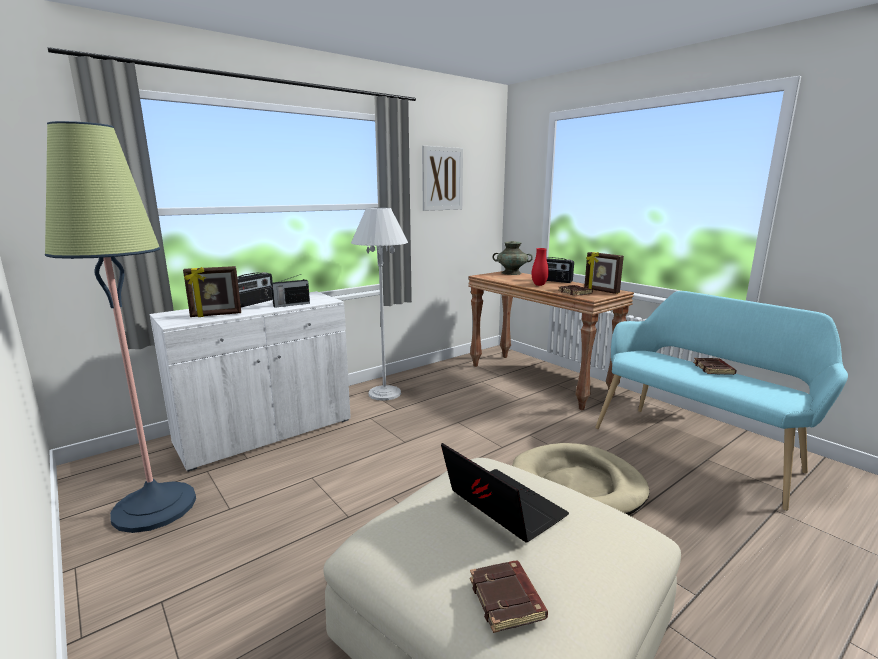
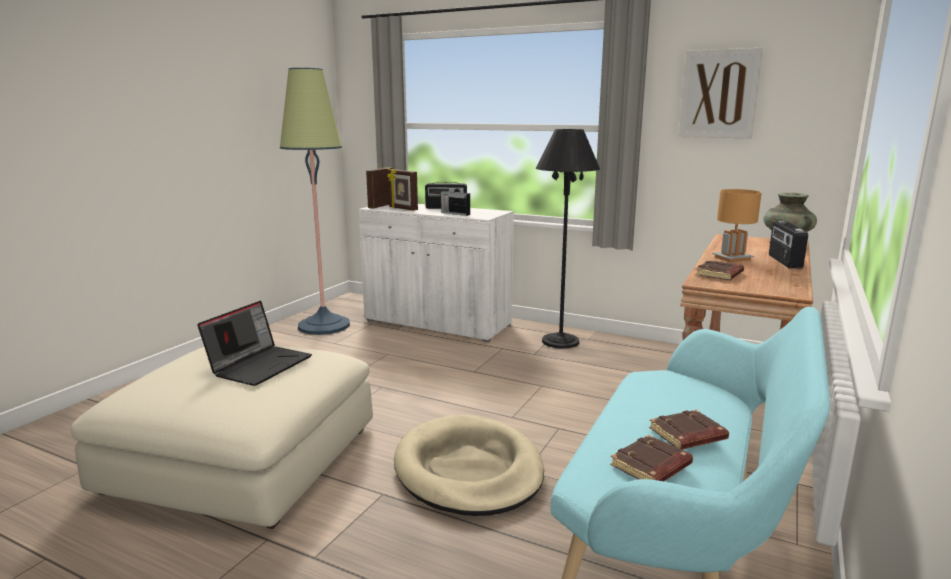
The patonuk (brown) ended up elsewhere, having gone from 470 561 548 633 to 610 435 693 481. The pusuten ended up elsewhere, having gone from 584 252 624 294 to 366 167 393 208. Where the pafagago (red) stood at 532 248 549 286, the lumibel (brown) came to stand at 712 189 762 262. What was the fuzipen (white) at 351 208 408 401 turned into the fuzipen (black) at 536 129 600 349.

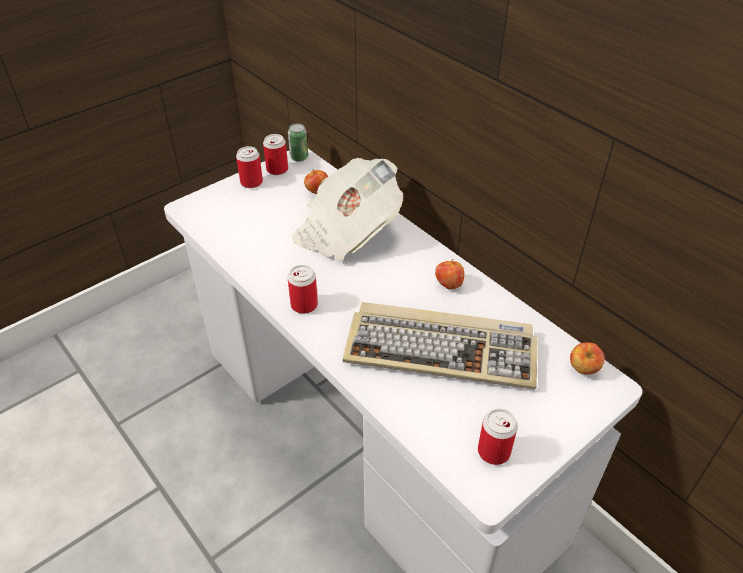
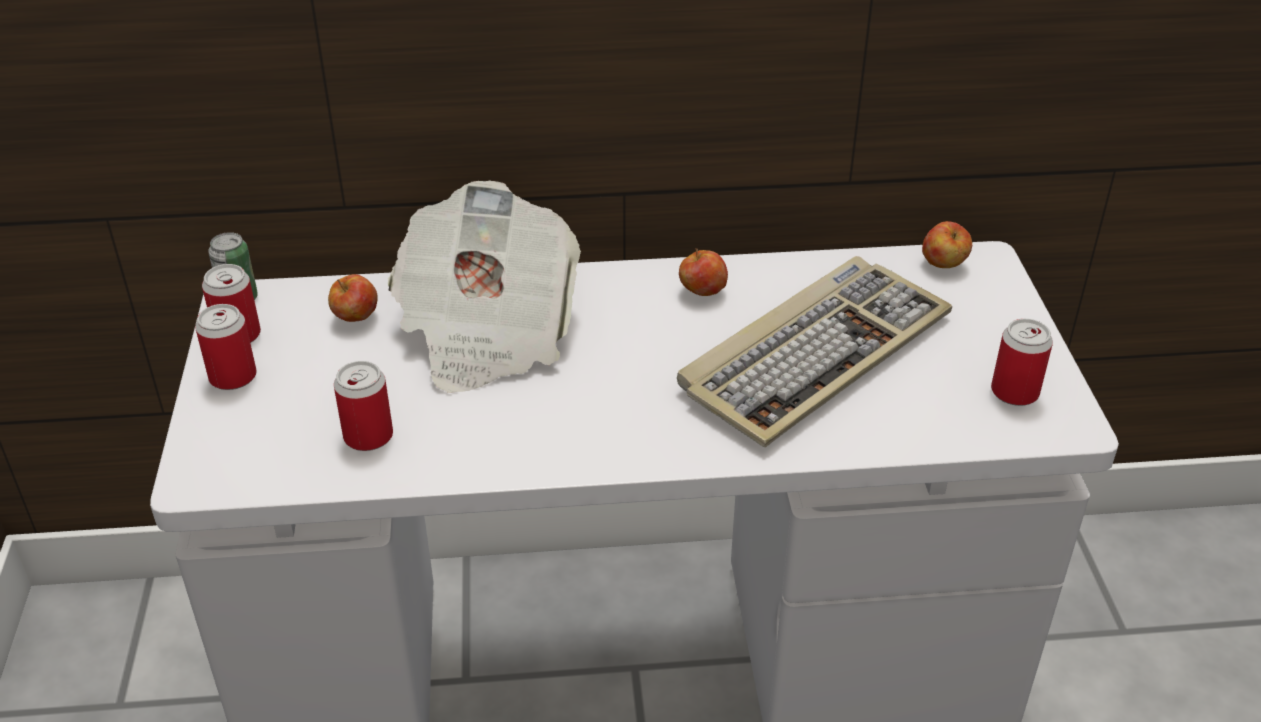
The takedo ended up elsewhere, having gone from 287 265 318 314 to 334 361 393 451.

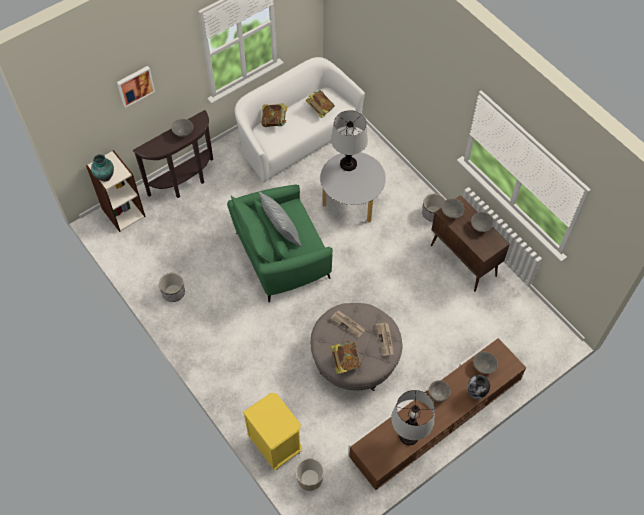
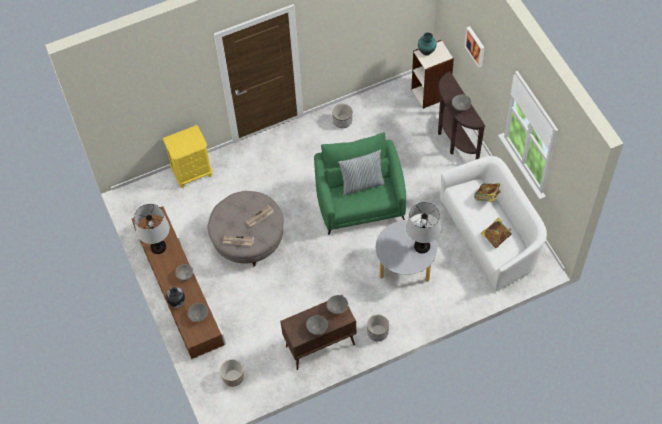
The second view lost the patonuk at 330 340 361 374. The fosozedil ended up elsewhere, having gone from 296 458 324 491 to 220 359 244 387.

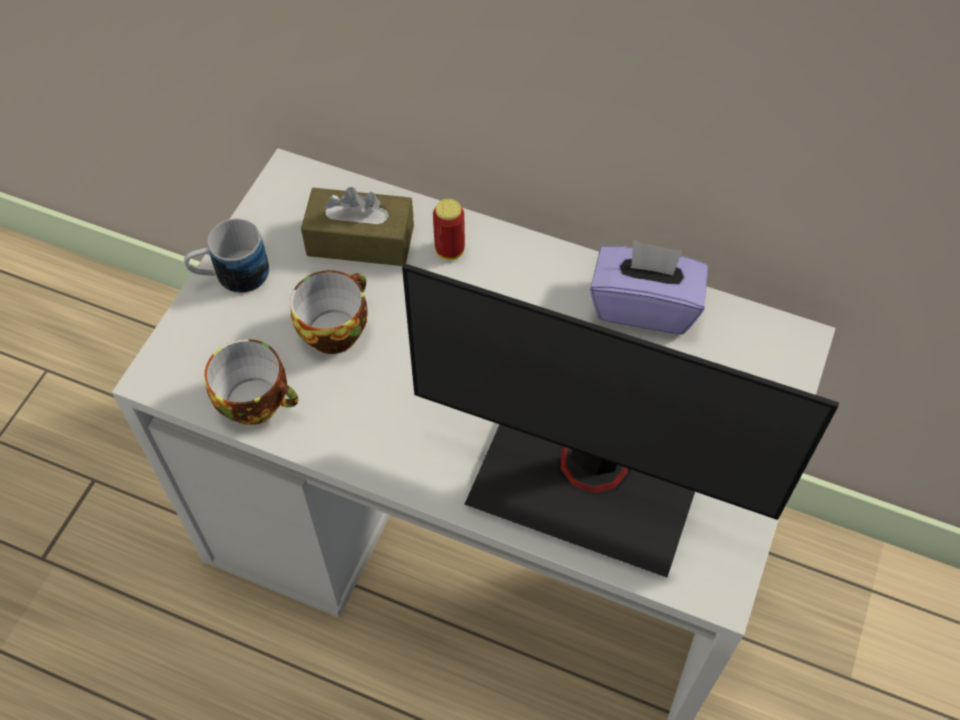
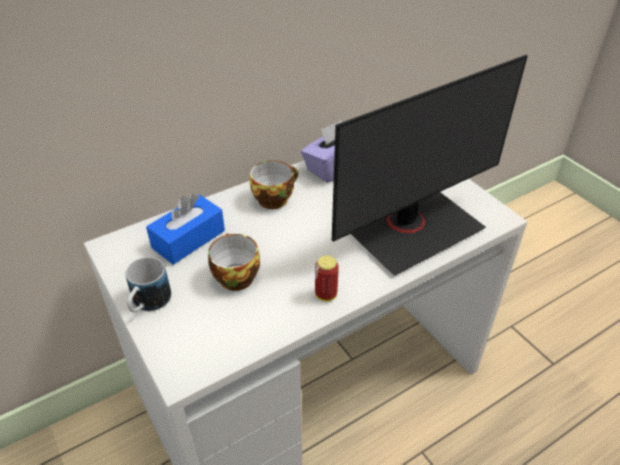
The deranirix ended up elsewhere, having gone from 204 339 298 425 to 250 160 298 209. The takedo ended up elsewhere, having gone from 433 199 465 260 to 315 255 339 301. What was the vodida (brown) at 301 187 414 266 turned into the vodida (blue) at 146 193 225 265.

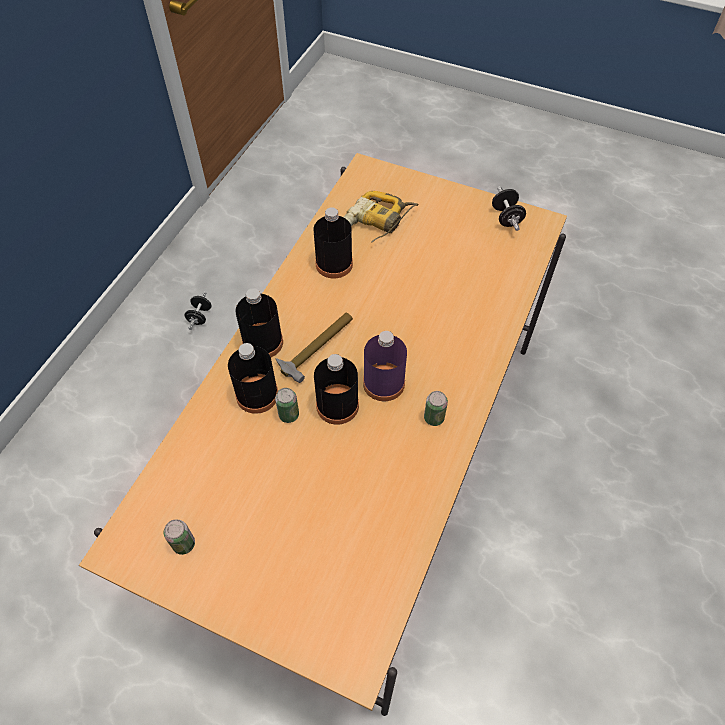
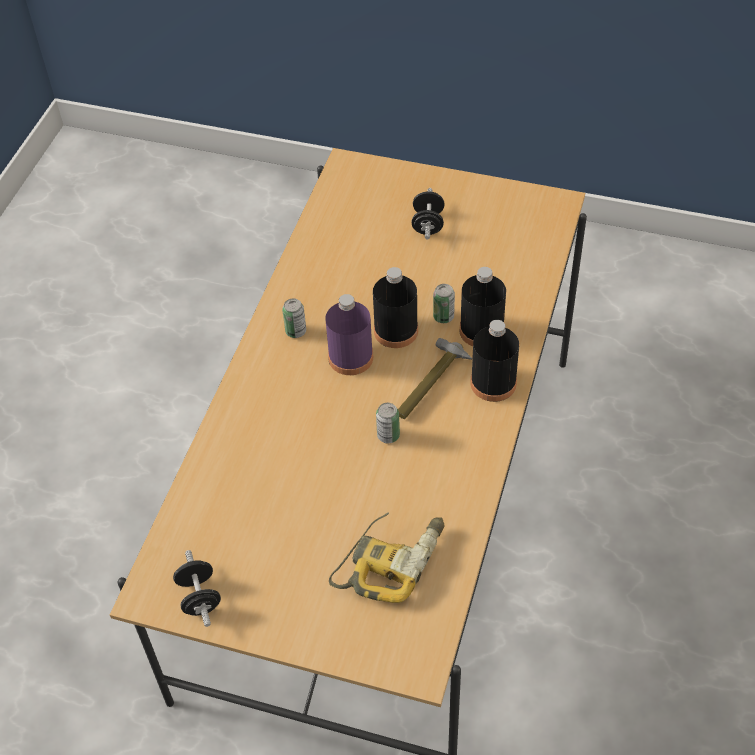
The second view lost the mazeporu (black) at 314 207 353 279. The takedo ended up elsewhere, having gone from 164 520 195 555 to 376 403 400 443. The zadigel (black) ended up elsewhere, having gone from 185 292 212 330 to 411 188 445 239.

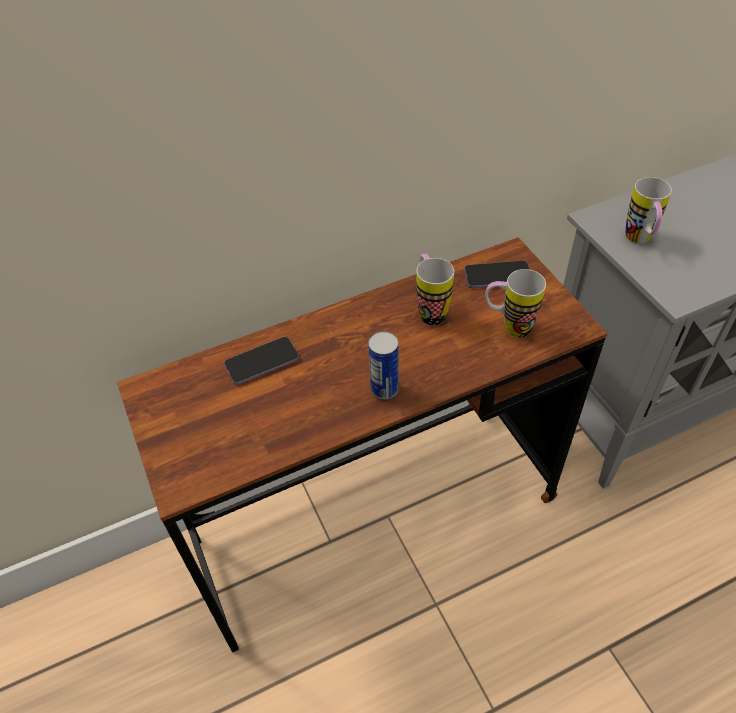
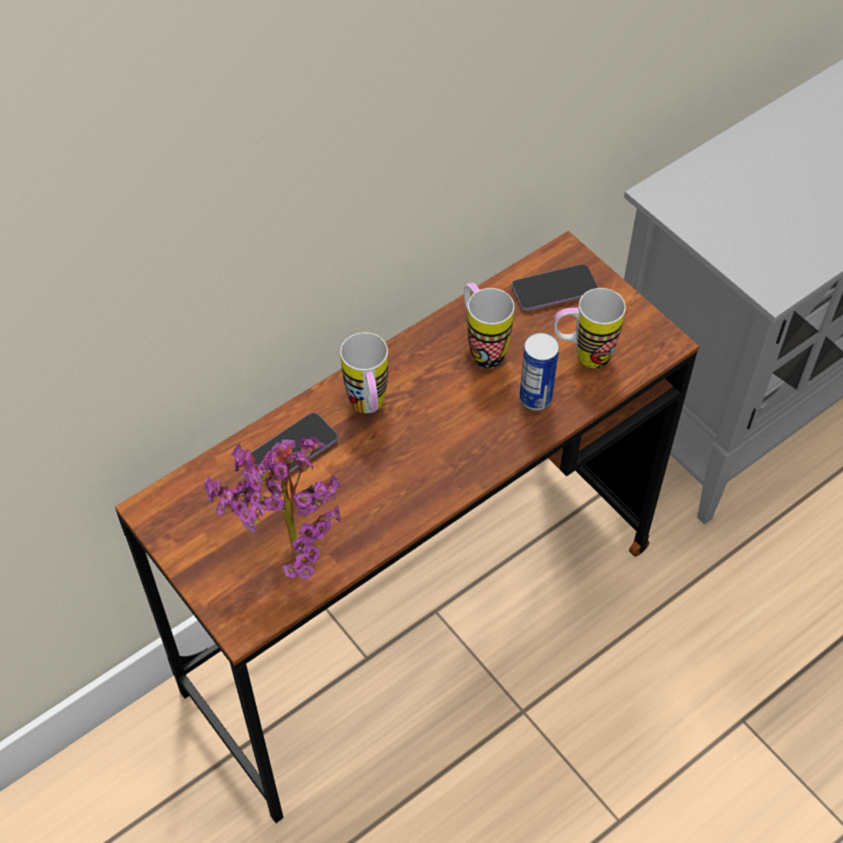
The second view gained the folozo at 204 437 341 580. The takedo ended up elsewhere, having gone from 368 331 398 400 to 519 333 559 411. The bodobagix ended up elsewhere, having gone from 626 177 672 244 to 340 332 388 413.

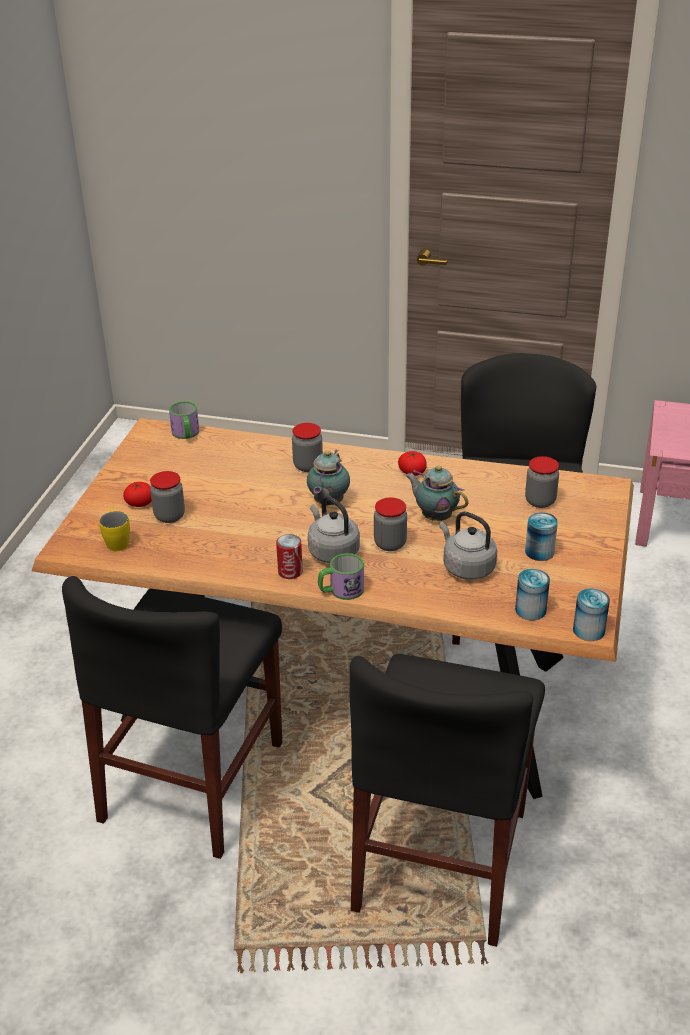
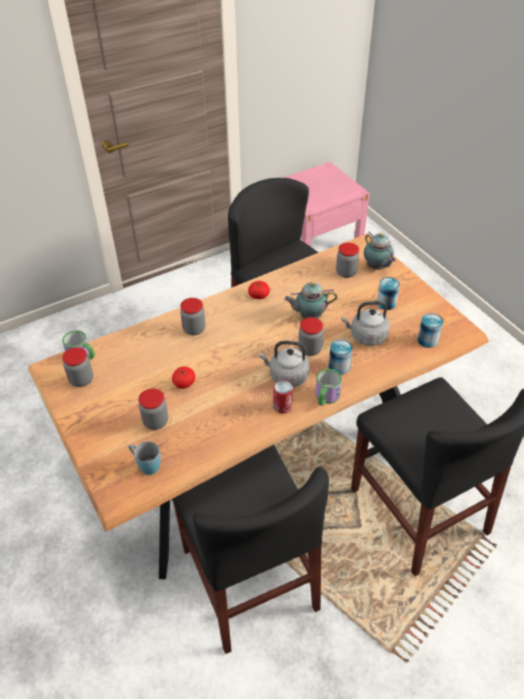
The second view gained the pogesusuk at 62 347 93 387. The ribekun ended up elsewhere, having gone from 123 482 152 507 to 172 367 195 389. The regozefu ended up elsewhere, having gone from 307 450 350 505 to 364 232 396 270. The takedo ended up elsewhere, having gone from 573 588 610 641 to 329 339 352 375. What was the bodobagix (yellow) at 99 509 130 551 turned into the bodobagix (blue) at 129 441 161 475.

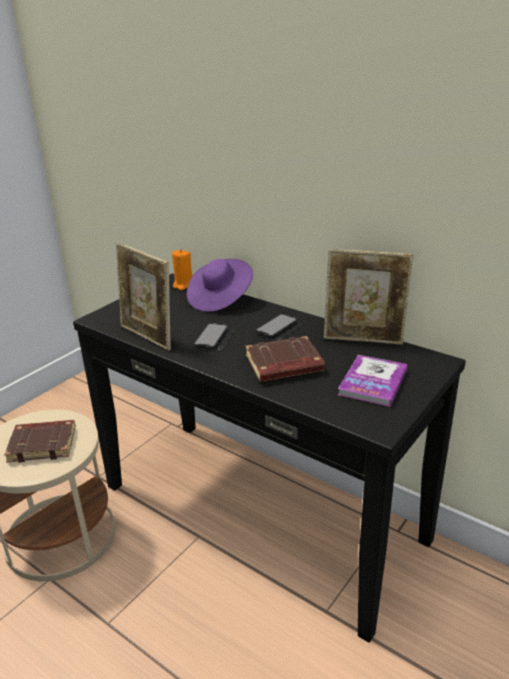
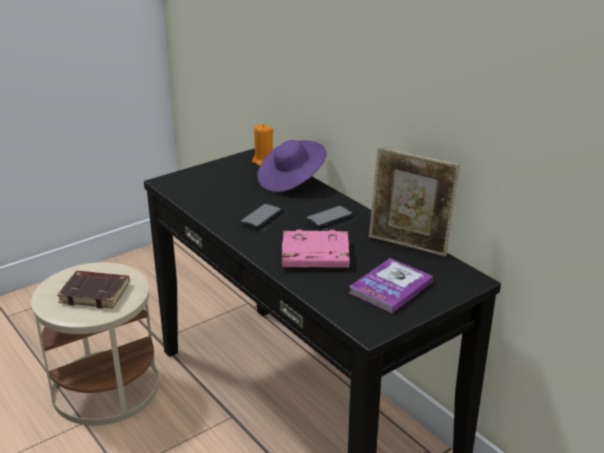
The second view lost the pusuten at 116 242 171 351. What was the patonuk (brown) at 245 336 325 382 turned into the patonuk (pink) at 282 230 349 268.

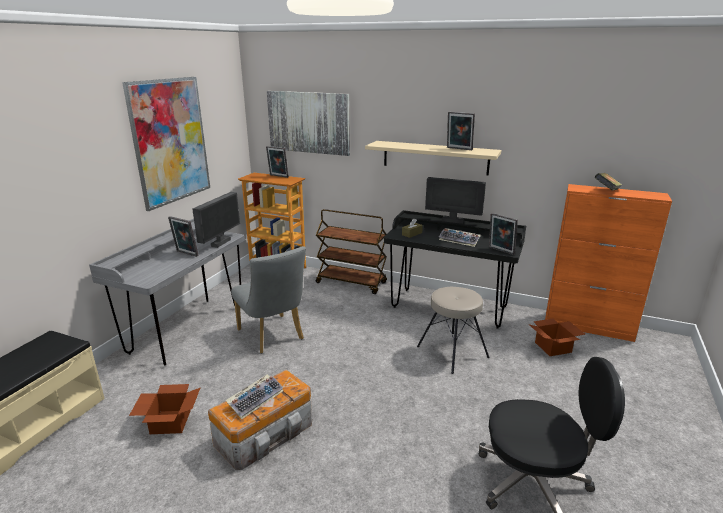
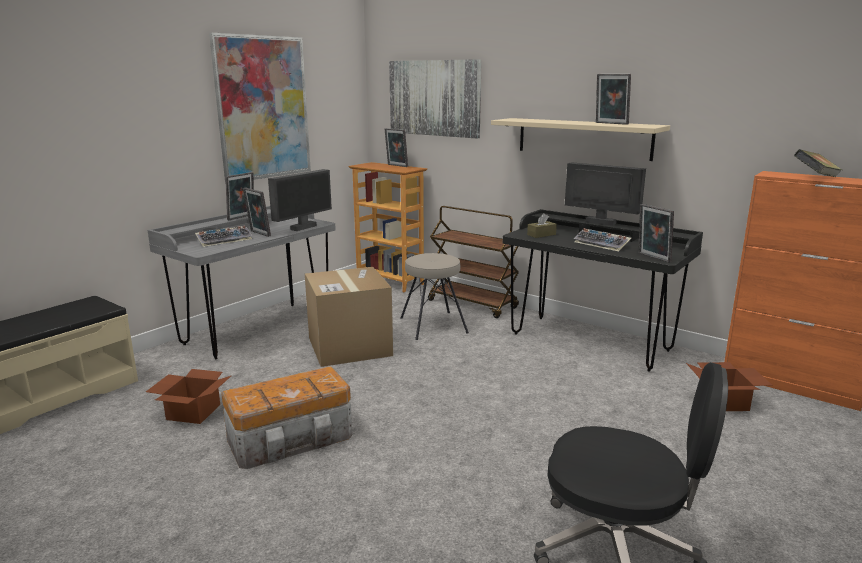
The second view gained the pusuten at 225 172 254 220. The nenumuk ended up elsewhere, having gone from 225 374 284 419 to 195 226 253 247. The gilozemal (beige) ended up elsewhere, having gone from 417 287 490 374 to 400 253 469 340. Where the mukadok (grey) stood at 231 246 306 353, the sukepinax came to stand at 305 267 393 367.

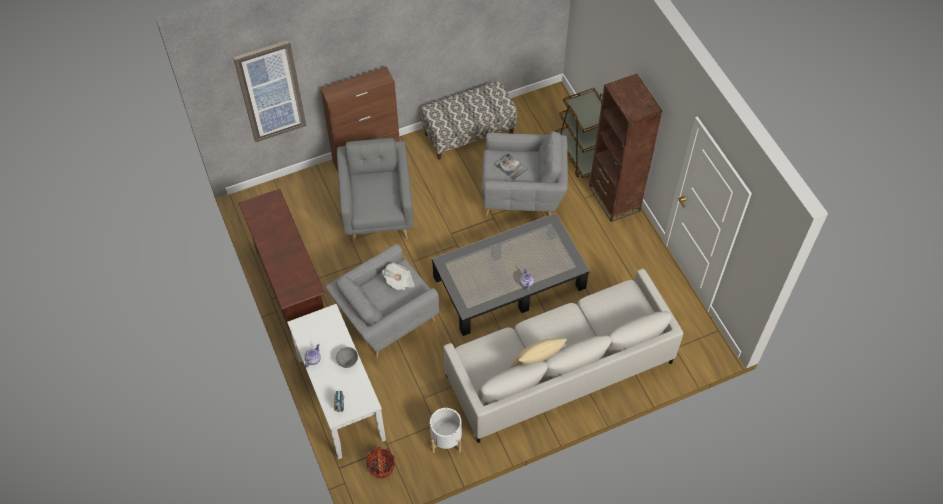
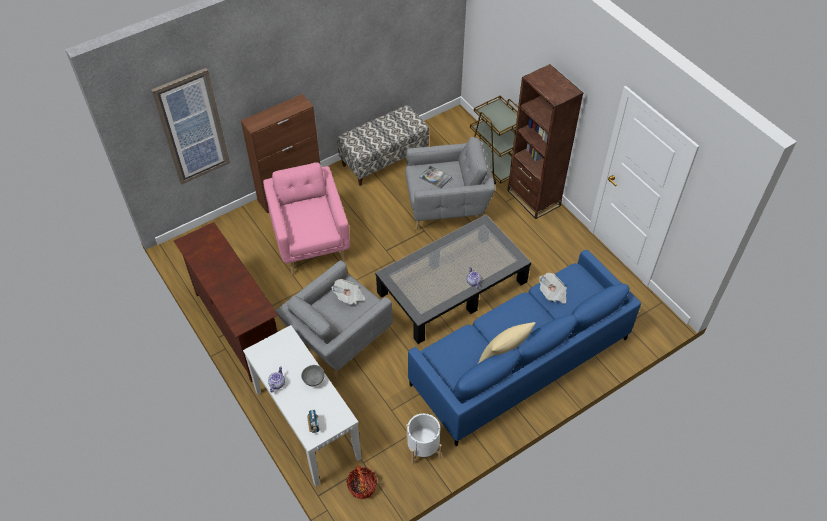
The second view gained the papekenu at 539 273 567 304. What was the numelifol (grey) at 337 138 414 245 turned into the numelifol (pink) at 263 163 350 275. What was the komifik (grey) at 443 269 683 443 turned into the komifik (blue) at 408 250 641 446.

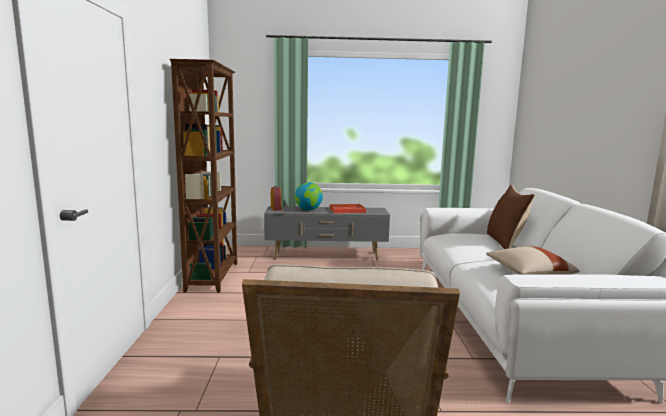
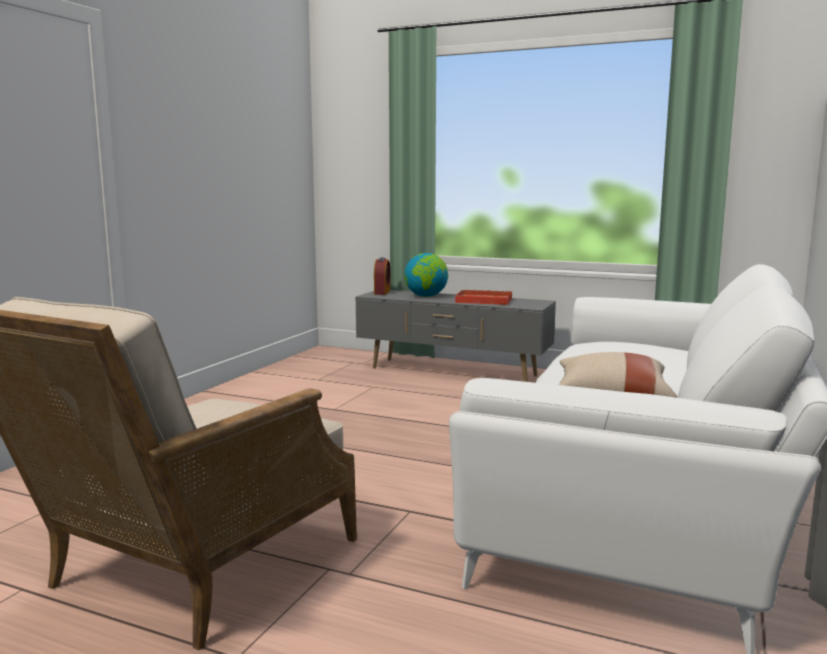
The second view lost the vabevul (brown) at 170 59 237 293. The second view lost the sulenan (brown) at 487 185 535 249.

